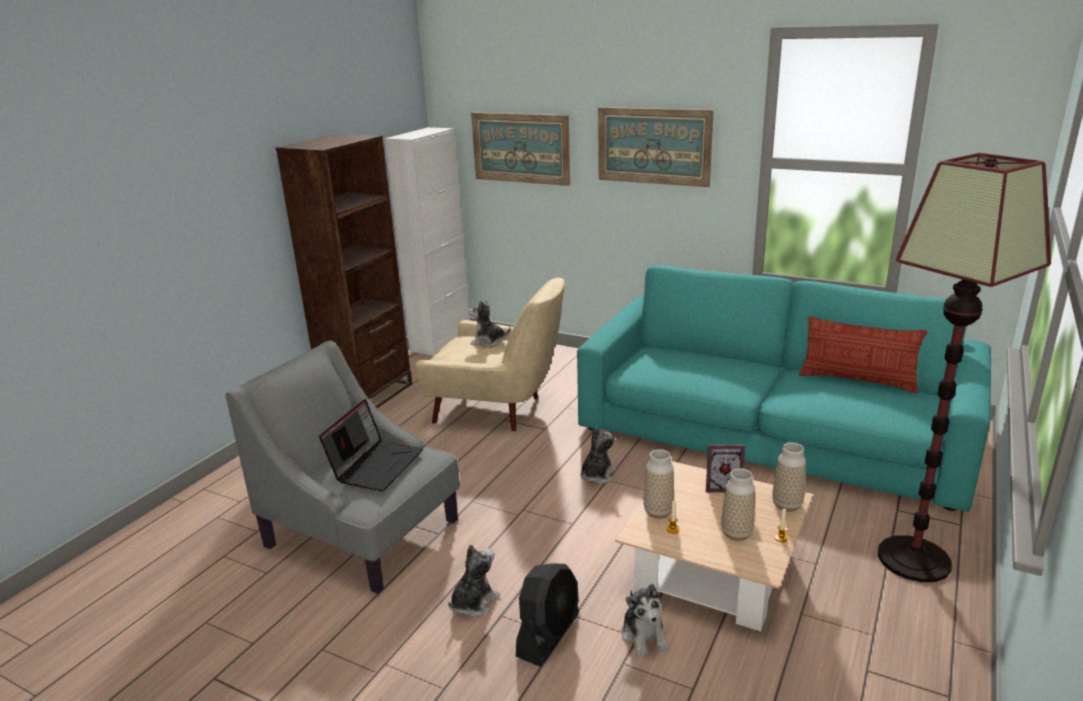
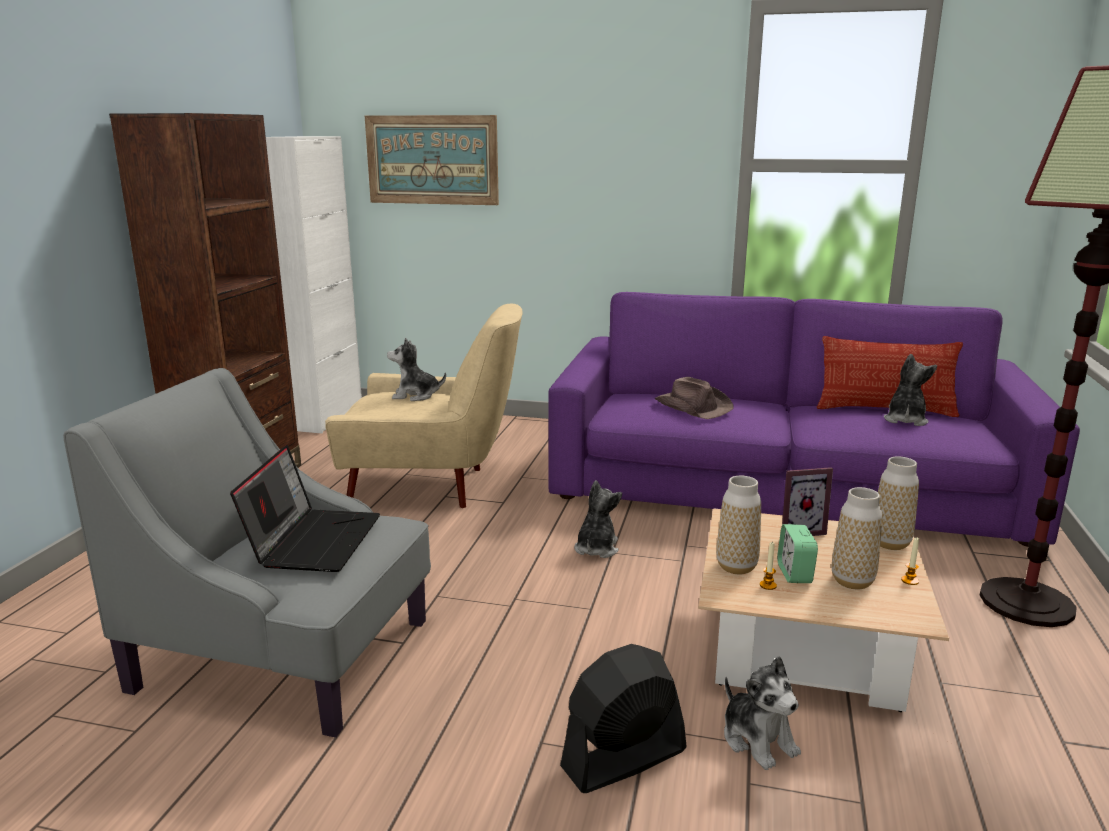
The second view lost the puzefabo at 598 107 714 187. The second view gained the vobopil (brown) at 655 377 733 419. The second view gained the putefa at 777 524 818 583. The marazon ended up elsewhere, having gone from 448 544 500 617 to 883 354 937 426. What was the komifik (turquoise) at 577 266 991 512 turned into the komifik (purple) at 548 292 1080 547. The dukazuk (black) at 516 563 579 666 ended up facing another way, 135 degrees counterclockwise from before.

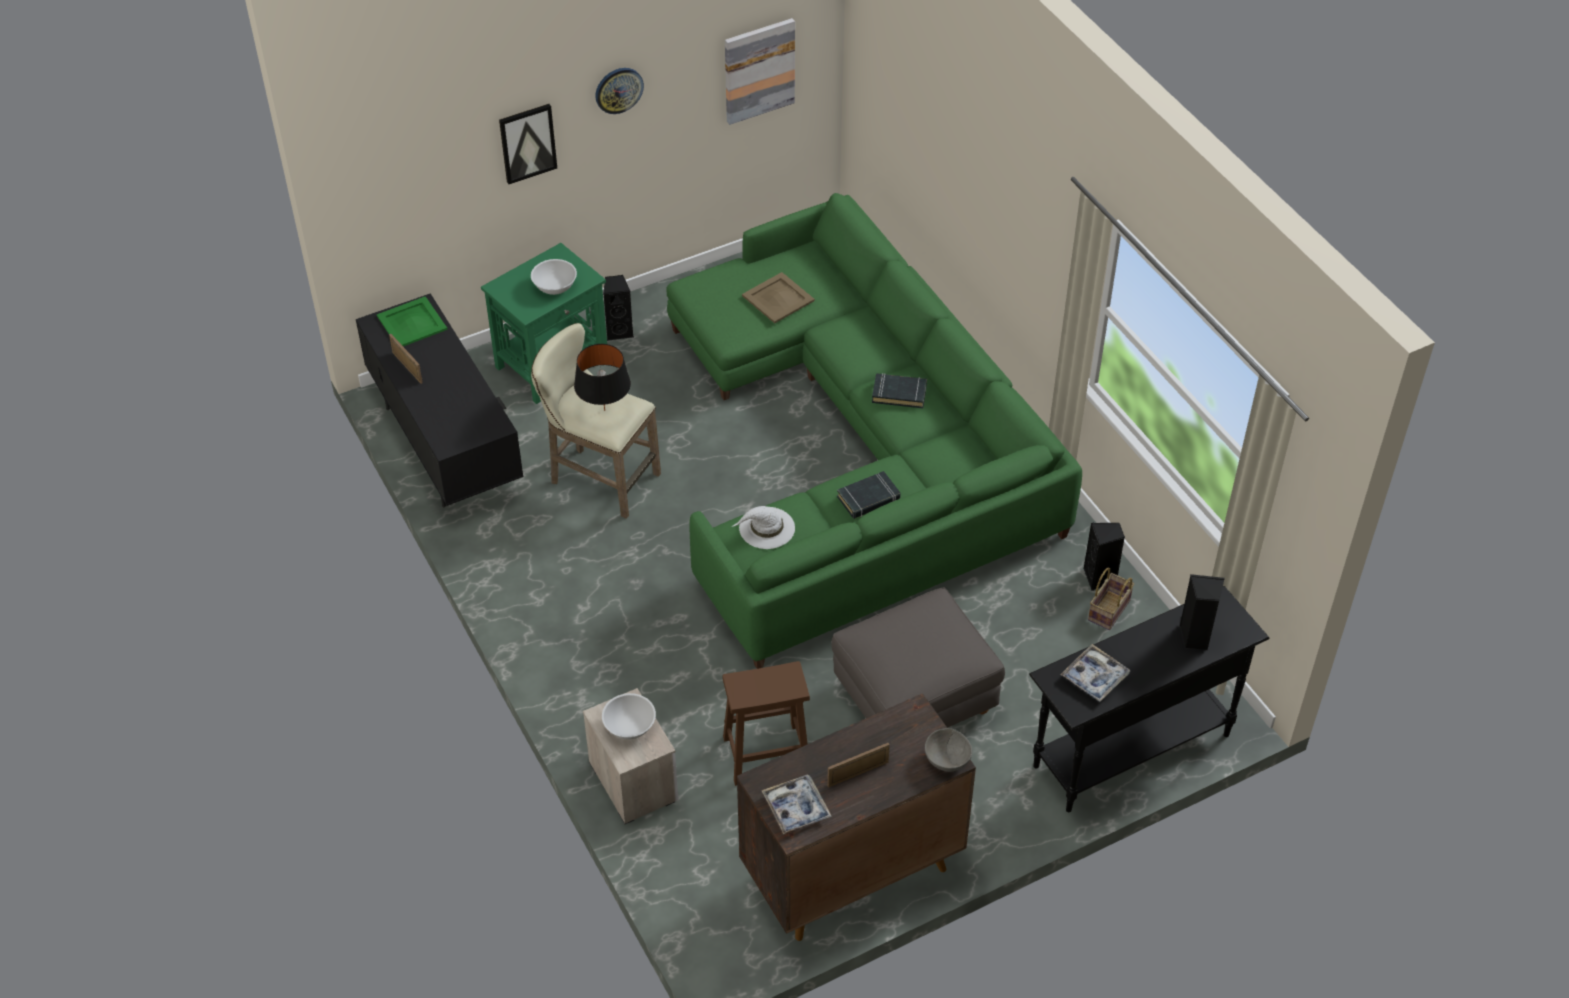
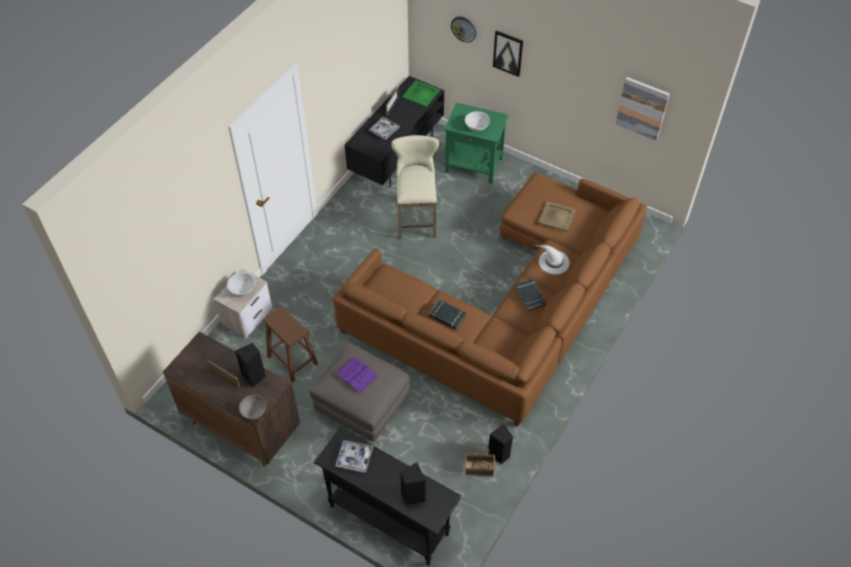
The second view lost the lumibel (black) at 574 344 631 411. The second view gained the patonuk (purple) at 335 357 379 394. The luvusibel ended up elsewhere, having gone from 595 68 644 114 to 451 16 477 43. The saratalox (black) ended up elsewhere, having gone from 603 275 634 341 to 235 343 266 388. The vobopil (white) ended up elsewhere, having gone from 731 506 795 549 to 536 245 570 274. The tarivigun ended up elsewhere, having gone from 762 774 832 834 to 369 117 400 140. What was the komifik (green) at 666 193 1082 669 turned into the komifik (brown) at 333 173 647 426.

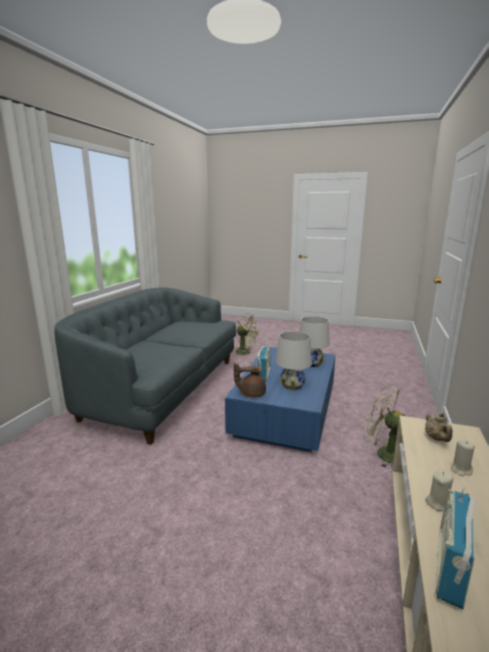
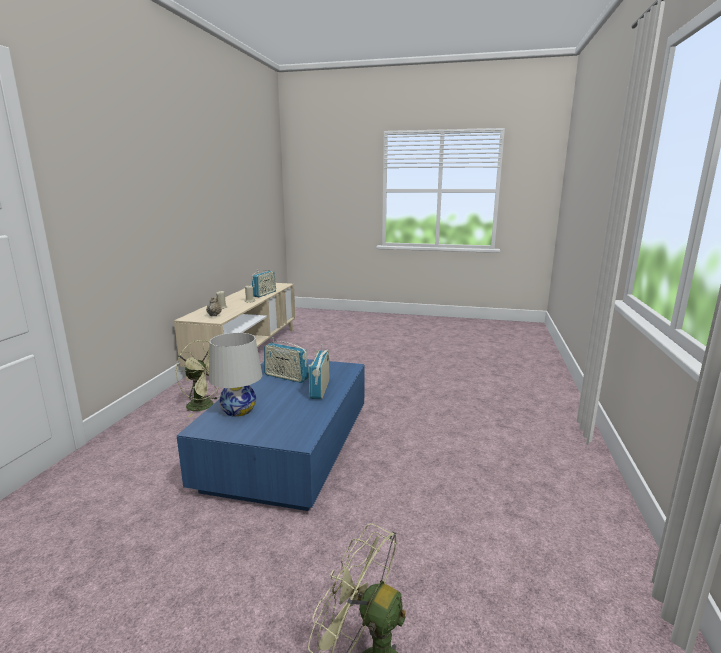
The second view lost the komifik (grey) at 54 288 236 445. The second view lost the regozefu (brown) at 234 363 266 397. Where the lumibel (white) stood at 276 331 312 390, the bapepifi came to stand at 264 337 309 383.

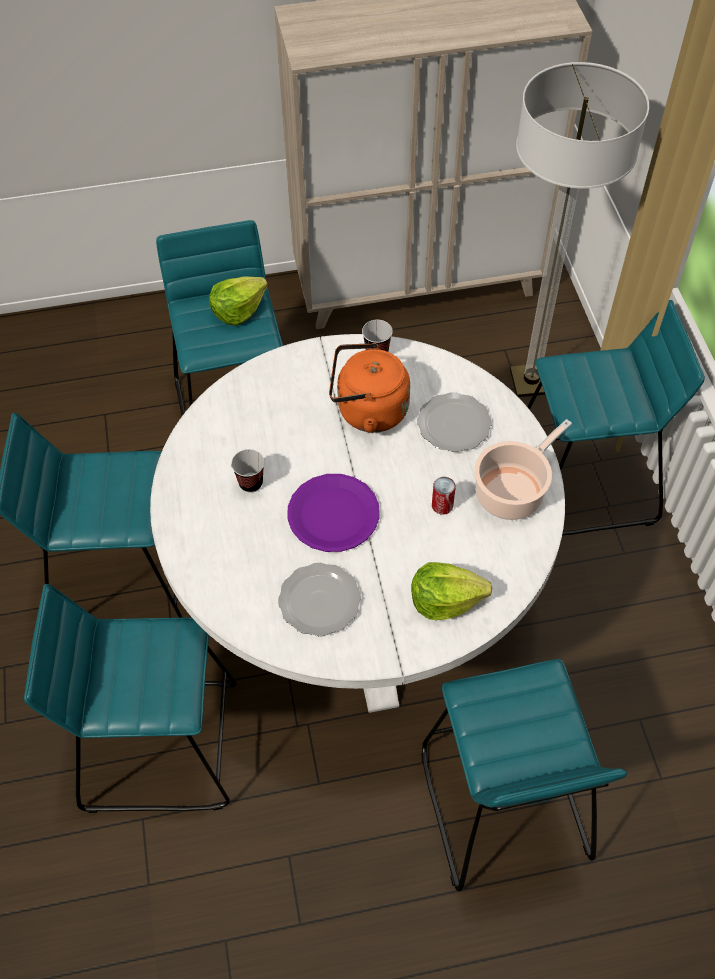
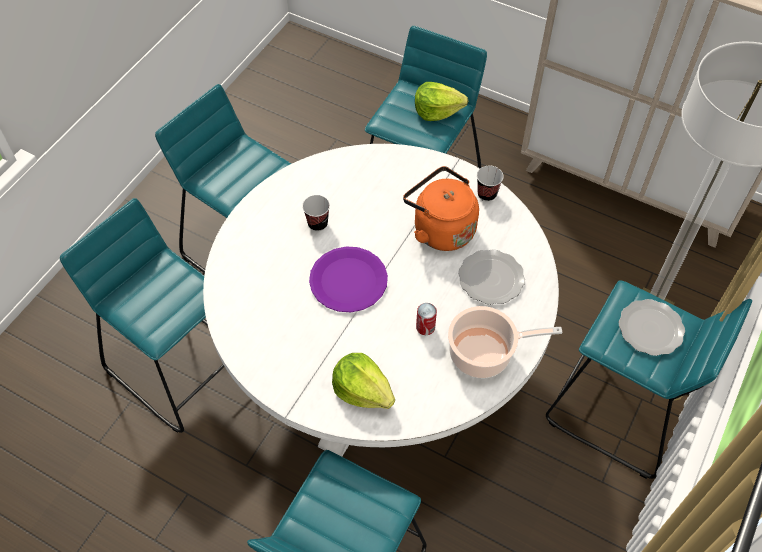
The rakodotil ended up elsewhere, having gone from 278 563 361 636 to 619 299 685 356.

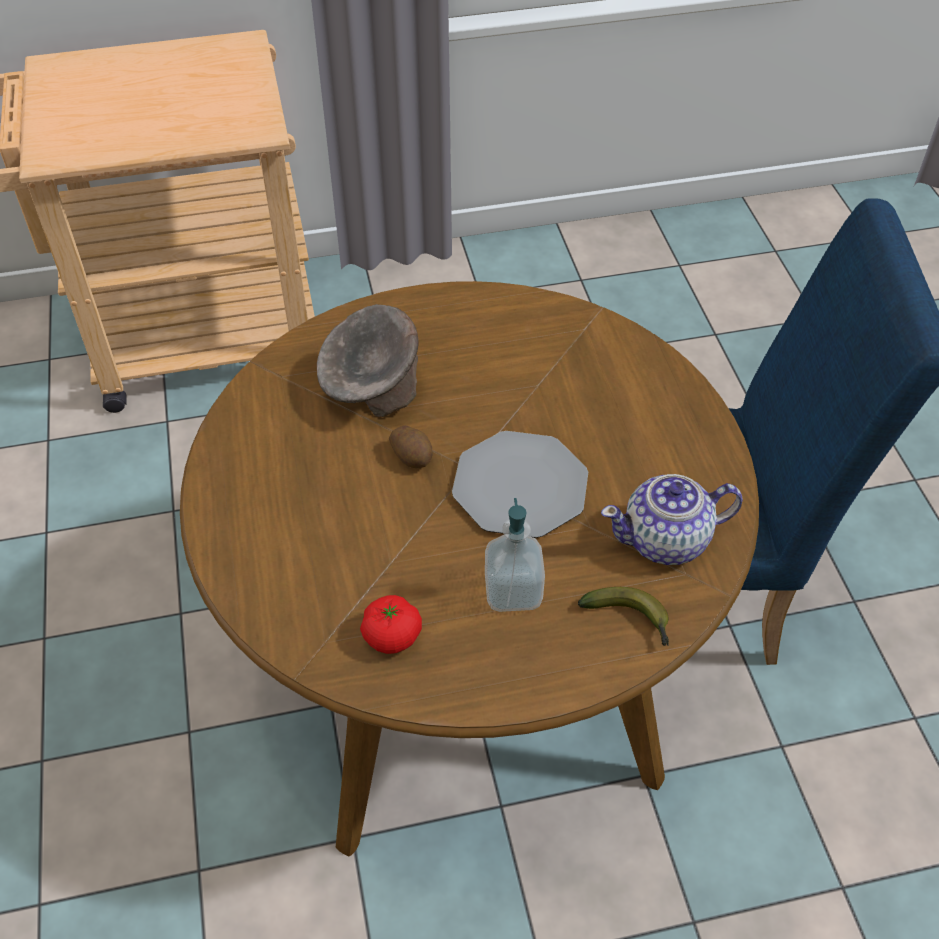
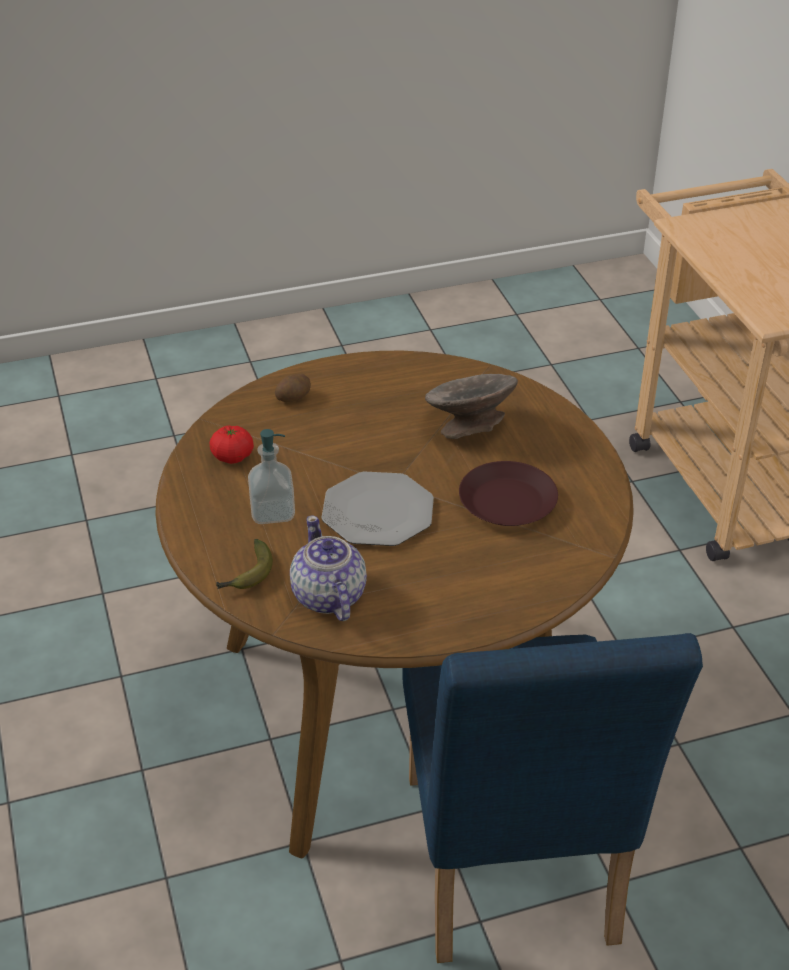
The second view gained the rakodotil (brown) at 459 461 558 526. The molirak ended up elsewhere, having gone from 389 425 433 468 to 275 373 311 402.

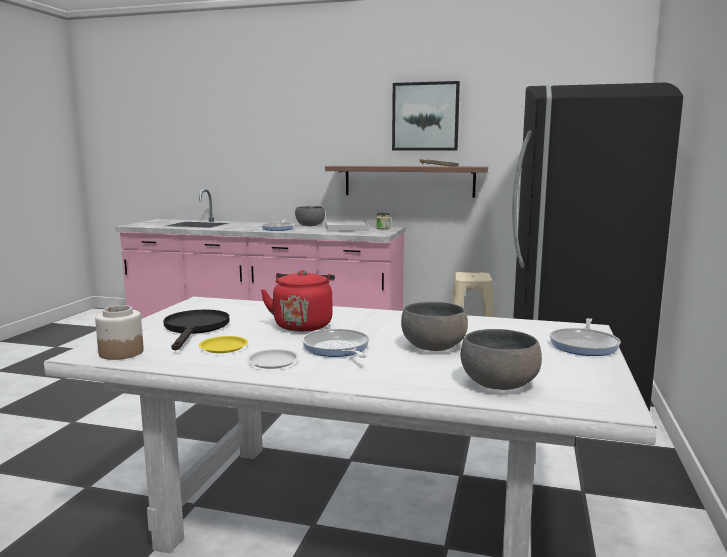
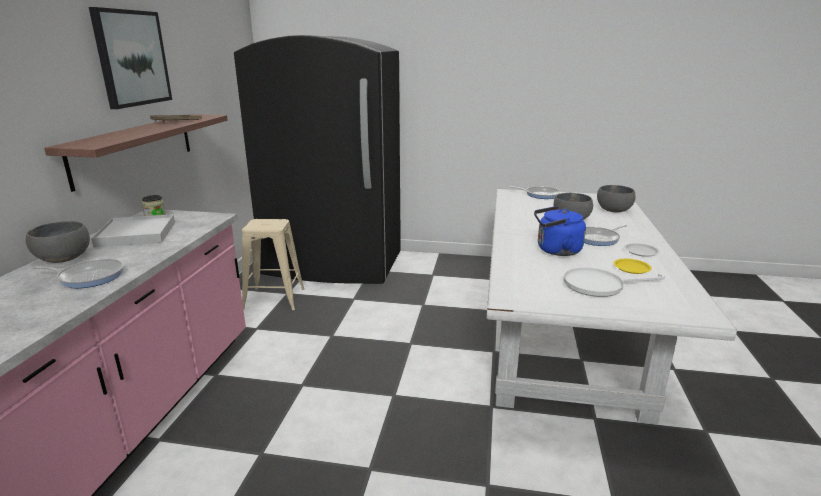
The second view lost the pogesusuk at 95 305 144 360. What was the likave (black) at 163 309 229 350 turned into the likave (white) at 563 268 665 297. What was the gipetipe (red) at 261 270 335 332 turned into the gipetipe (blue) at 534 206 586 256.

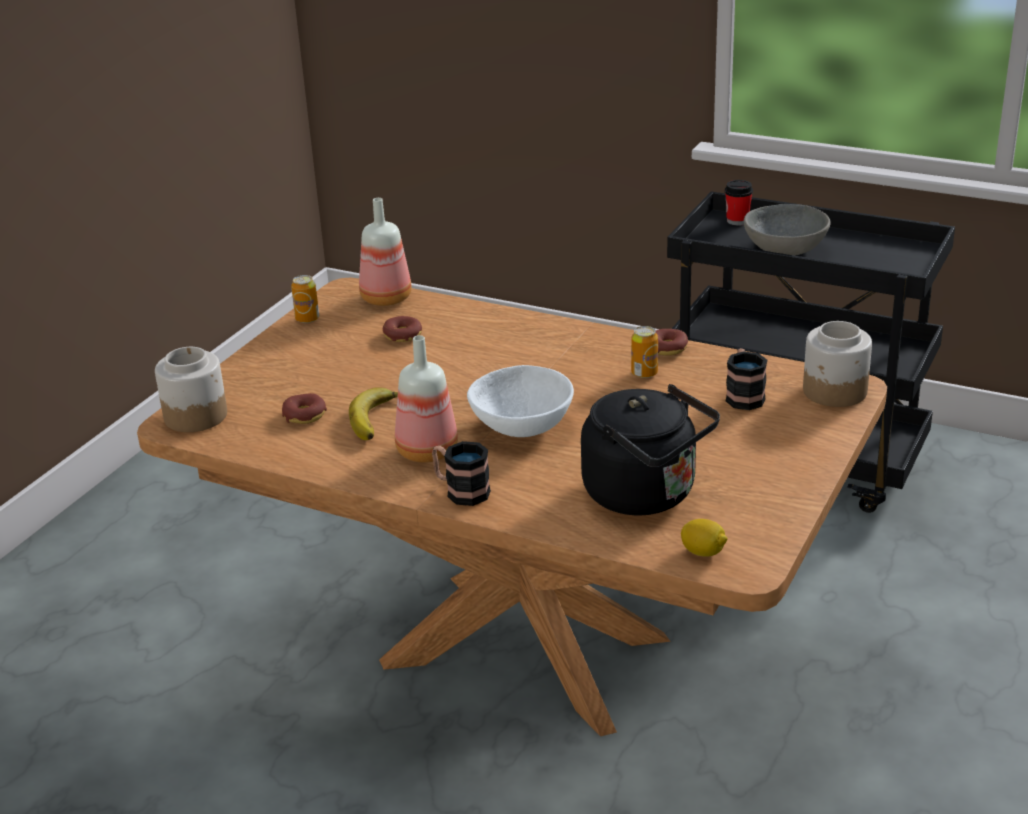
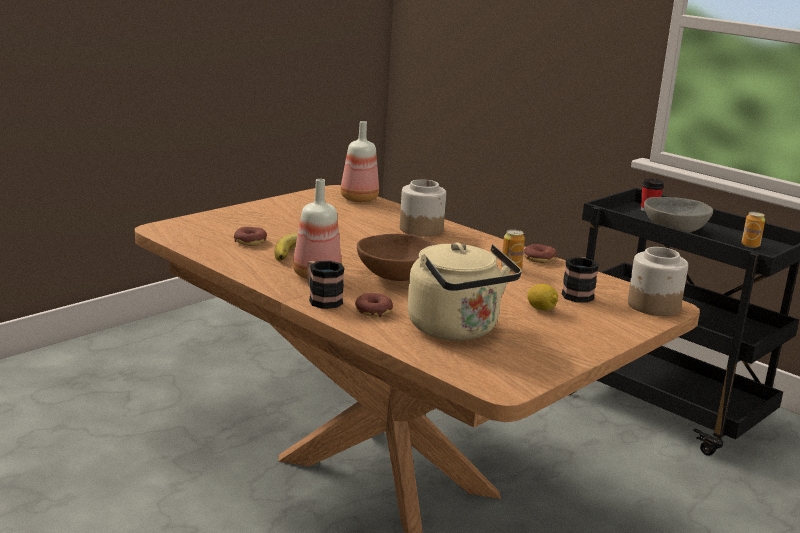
The pogesusuk ended up elsewhere, having gone from 155 347 227 432 to 400 179 446 237. The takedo ended up elsewhere, having gone from 291 275 319 323 to 741 212 765 248. The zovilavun ended up elsewhere, having gone from 383 316 422 342 to 355 293 393 317. The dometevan ended up elsewhere, having gone from 681 519 728 557 to 527 284 558 310. What was the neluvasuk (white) at 467 365 574 437 turned into the neluvasuk (brown) at 357 234 437 281. What was the gipetipe (black) at 581 384 720 515 turned into the gipetipe (beige) at 408 242 522 341.

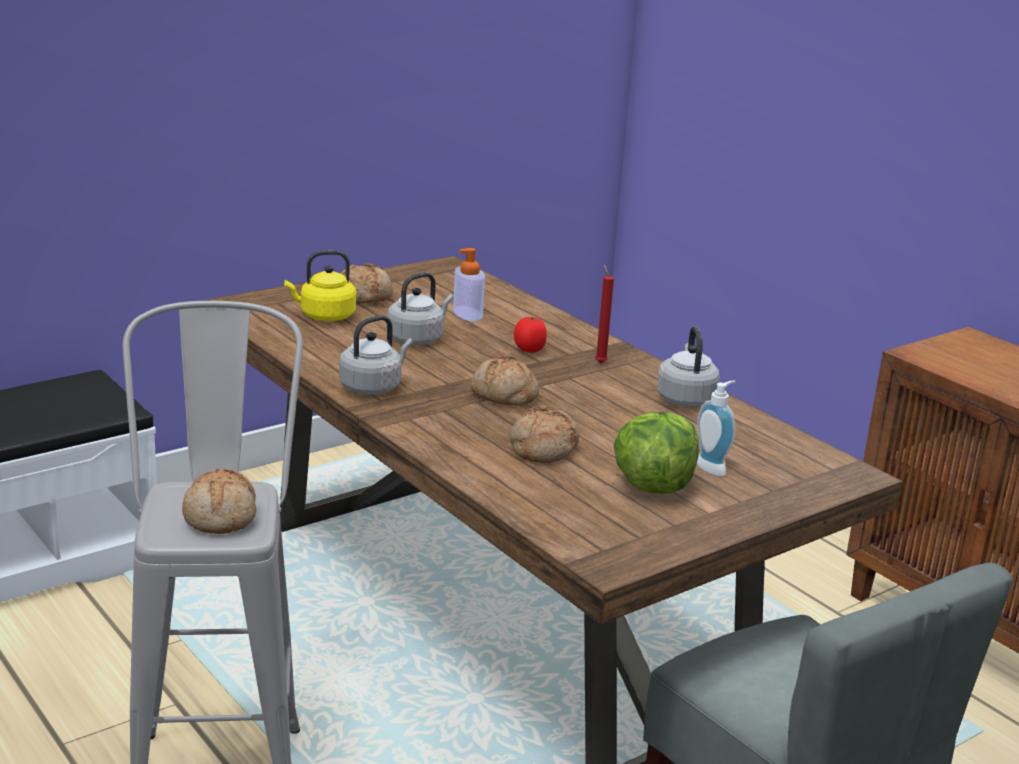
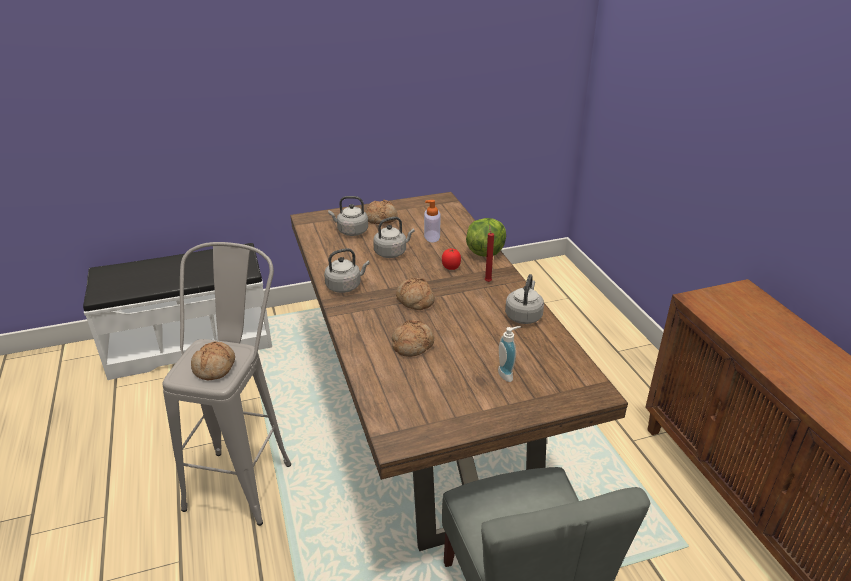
The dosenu ended up elsewhere, having gone from 614 412 699 494 to 466 218 506 257. What was the gipetipe (yellow) at 284 250 356 321 turned into the gipetipe (grey) at 328 196 368 236.

